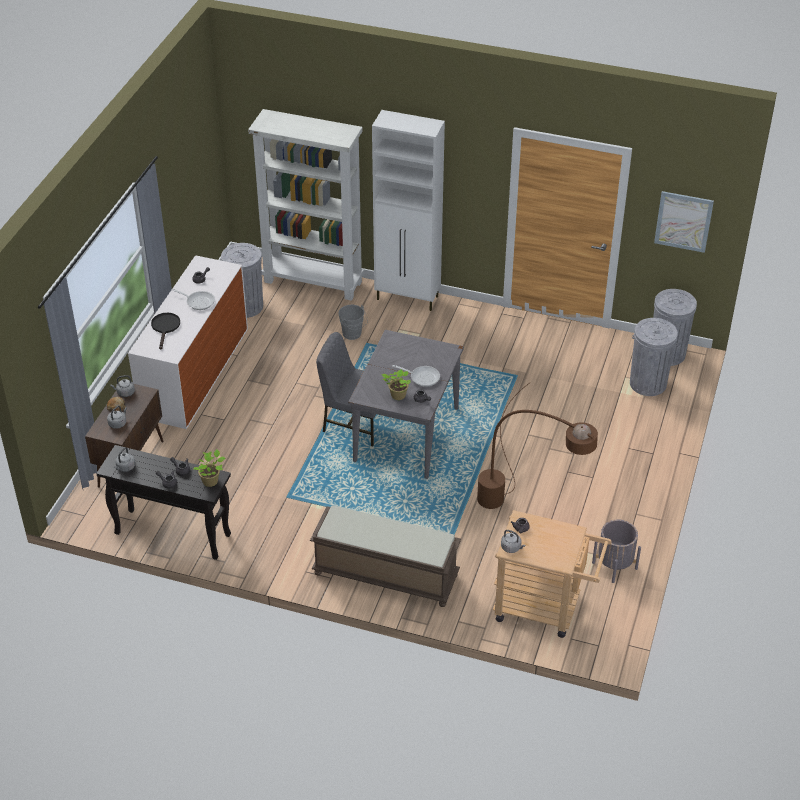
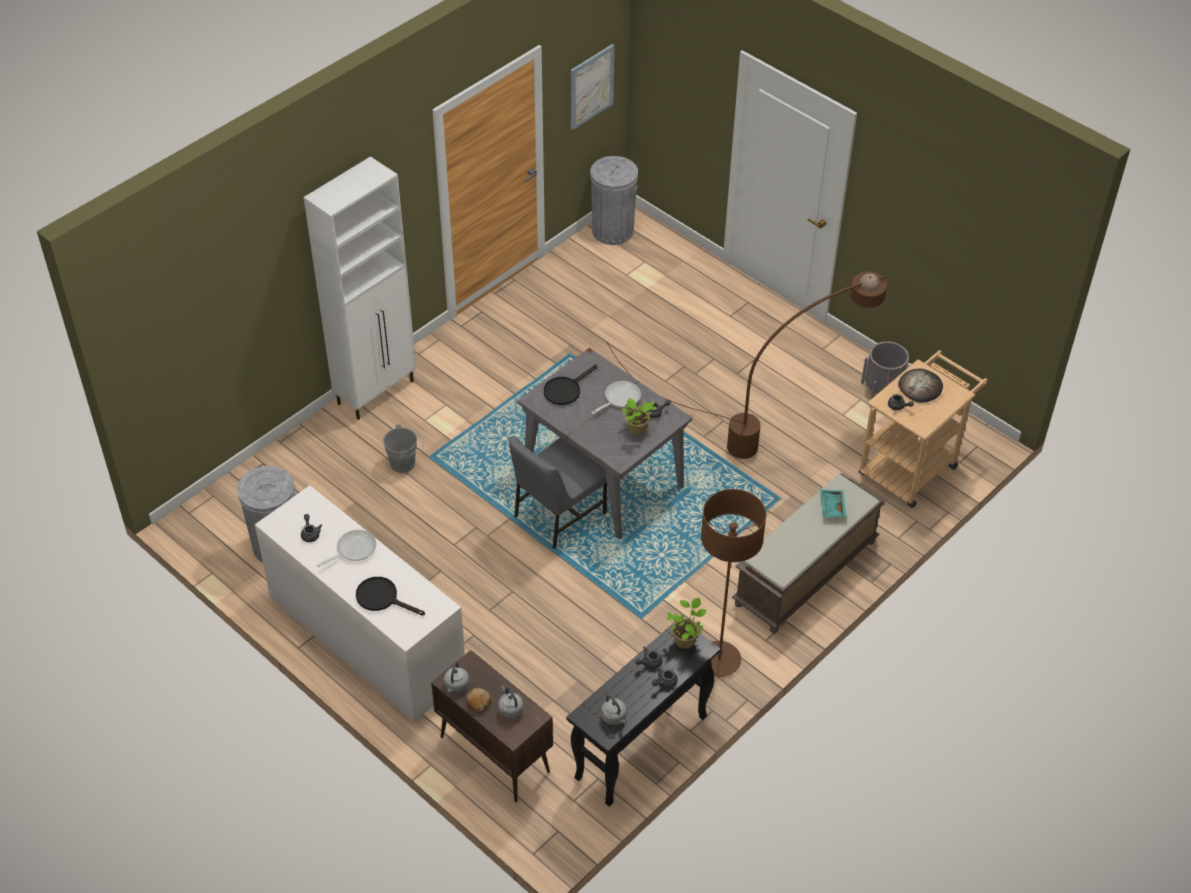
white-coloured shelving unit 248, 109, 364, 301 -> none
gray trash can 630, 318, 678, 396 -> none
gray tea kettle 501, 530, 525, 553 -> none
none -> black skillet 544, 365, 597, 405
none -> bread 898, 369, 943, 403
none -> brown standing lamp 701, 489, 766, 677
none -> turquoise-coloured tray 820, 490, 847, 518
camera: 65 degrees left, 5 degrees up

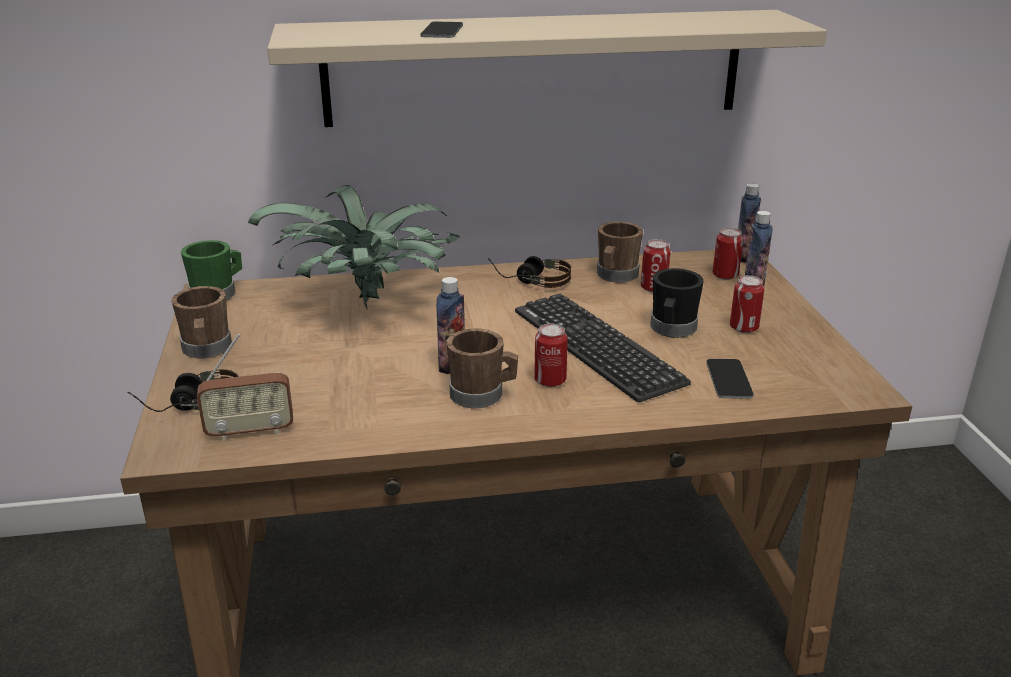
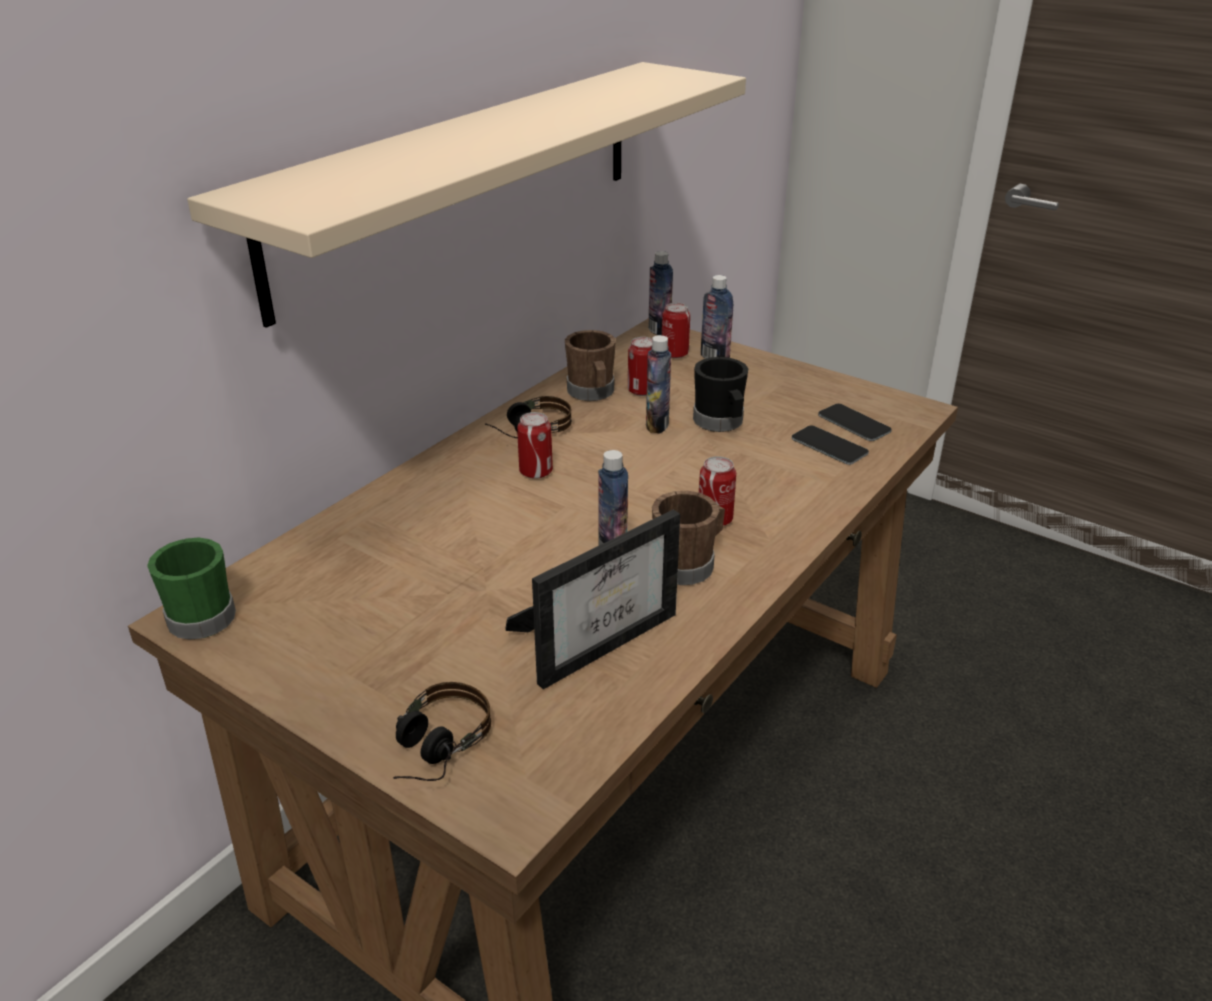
telephone 420, 22, 463, 38 -> telephone 818, 404, 892, 441, shifted
potted plant 248, 185, 460, 310 -> none
sealed can 730, 275, 764, 333 -> sealed can 517, 412, 553, 479, shifted
brown coffee mug 171, 286, 232, 358 -> none
computer keyboard 515, 294, 691, 402 -> none
radio 197, 334, 293, 441 -> none
none -> drink bottle 646, 335, 671, 433
none -> photo frame 505, 510, 680, 689
camera: 45 degrees left, 5 degrees up

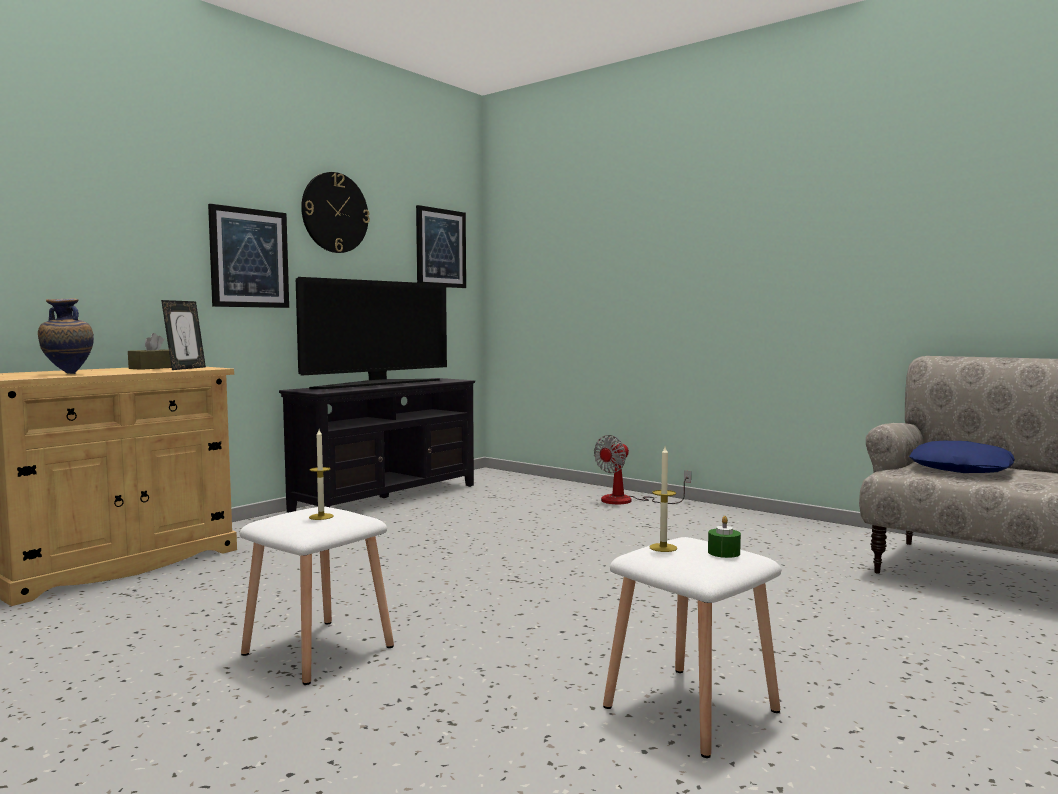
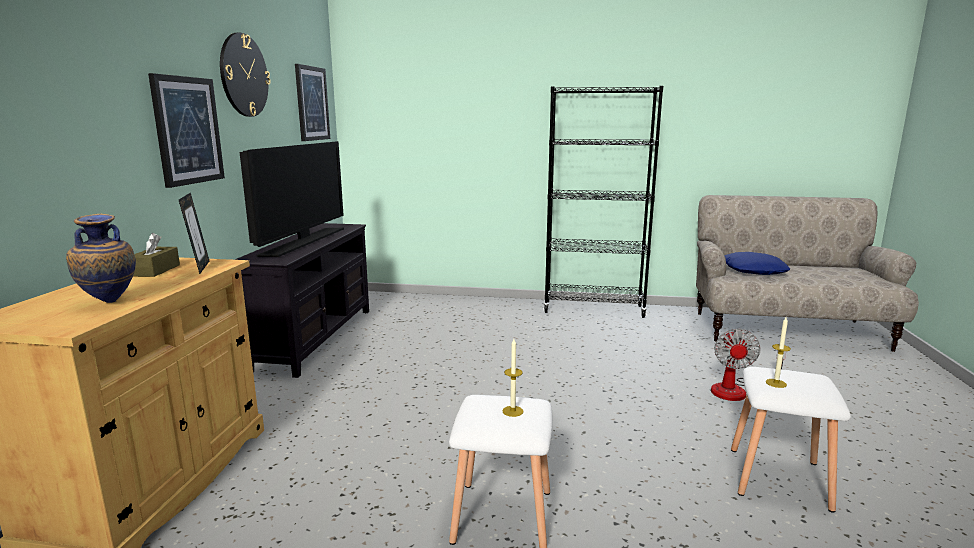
electric fan 594, 435, 691, 504 -> electric fan 711, 329, 786, 401, shifted
greenish wax light 708, 516, 741, 558 -> none
none -> black shelving unit 543, 86, 663, 318
camera: 30 degrees left, 10 degrees up

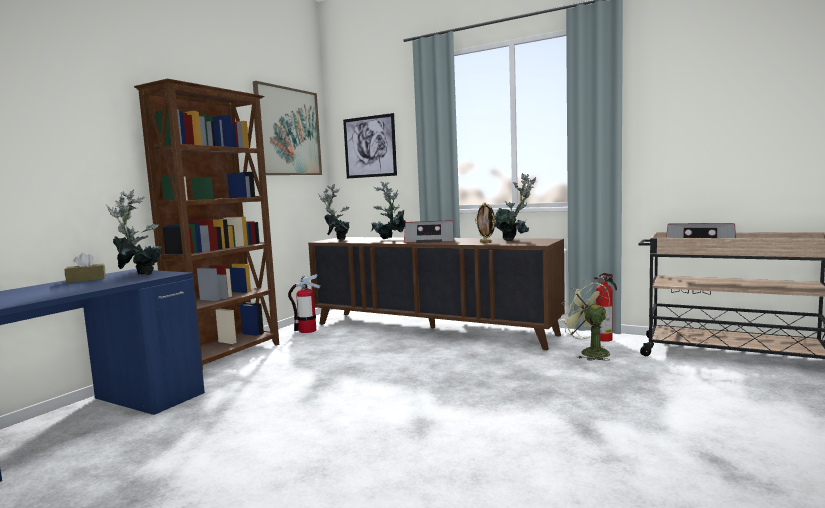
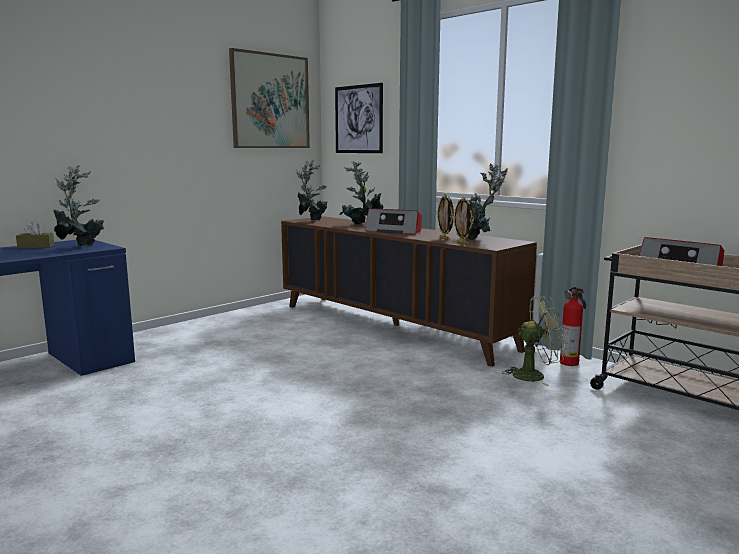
brown shelving unit 134, 78, 279, 371 -> none
extinguisher 288, 274, 320, 333 -> none
greenish electric fan 560, 280, 610, 361 -> greenish electric fan 502, 296, 565, 386, 105 degrees clockwise
none -> photo frame 453, 197, 474, 245
camera: 15 degrees right, 5 degrees up

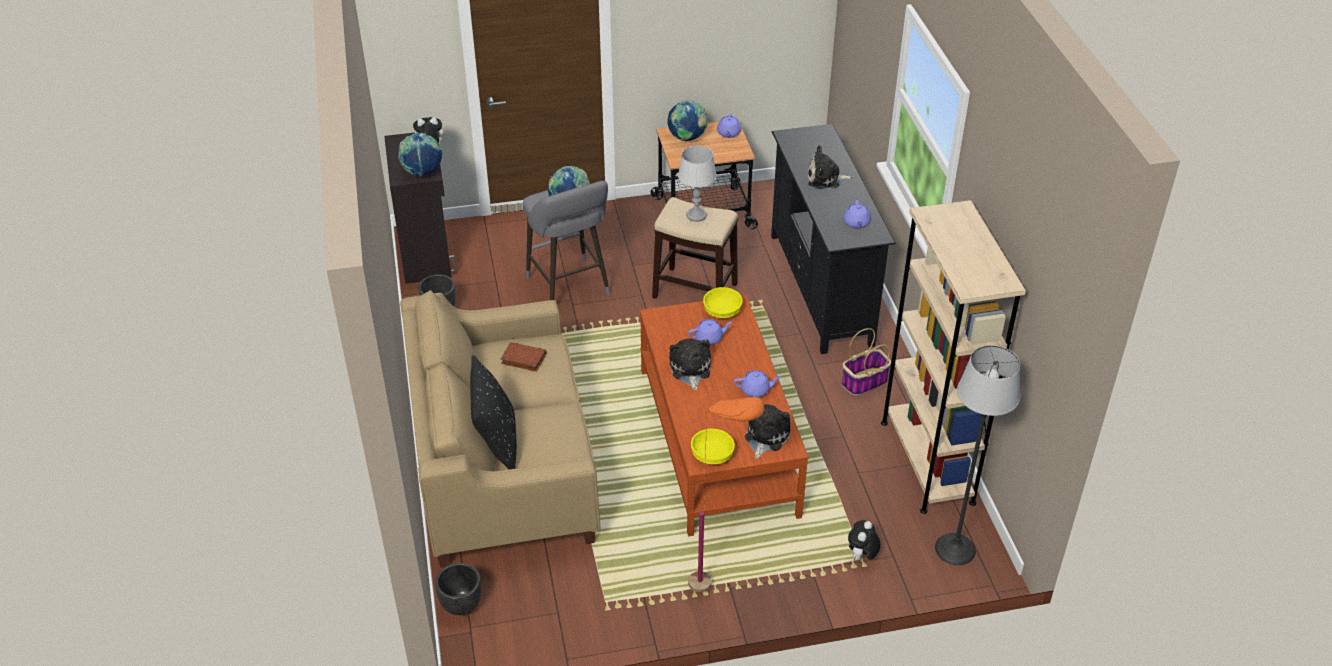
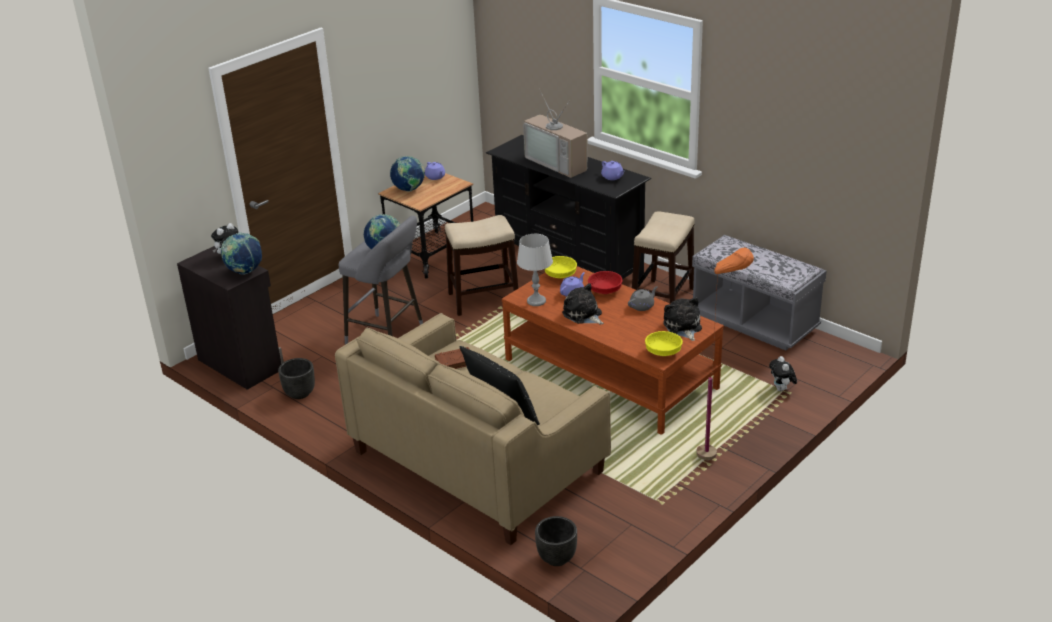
soft toy 808, 145, 853, 189 -> TV set 523, 88, 588, 178
gray lamp for a table 678, 146, 717, 222 -> gray lamp for a table 517, 234, 553, 306, shifted
sand-coloured shelving unit 881, 200, 1026, 514 -> gray indoor bench 692, 235, 827, 351
storage basket 841, 328, 891, 396 -> stool 632, 211, 695, 304
standing lamp 935, 345, 1020, 565 -> none
purple pot for tea 734, 370, 781, 397 -> gray pot for tea 628, 287, 657, 311
none -> red-coloured serving bowl 588, 271, 622, 294
camera: 35 degrees left, 10 degrees down

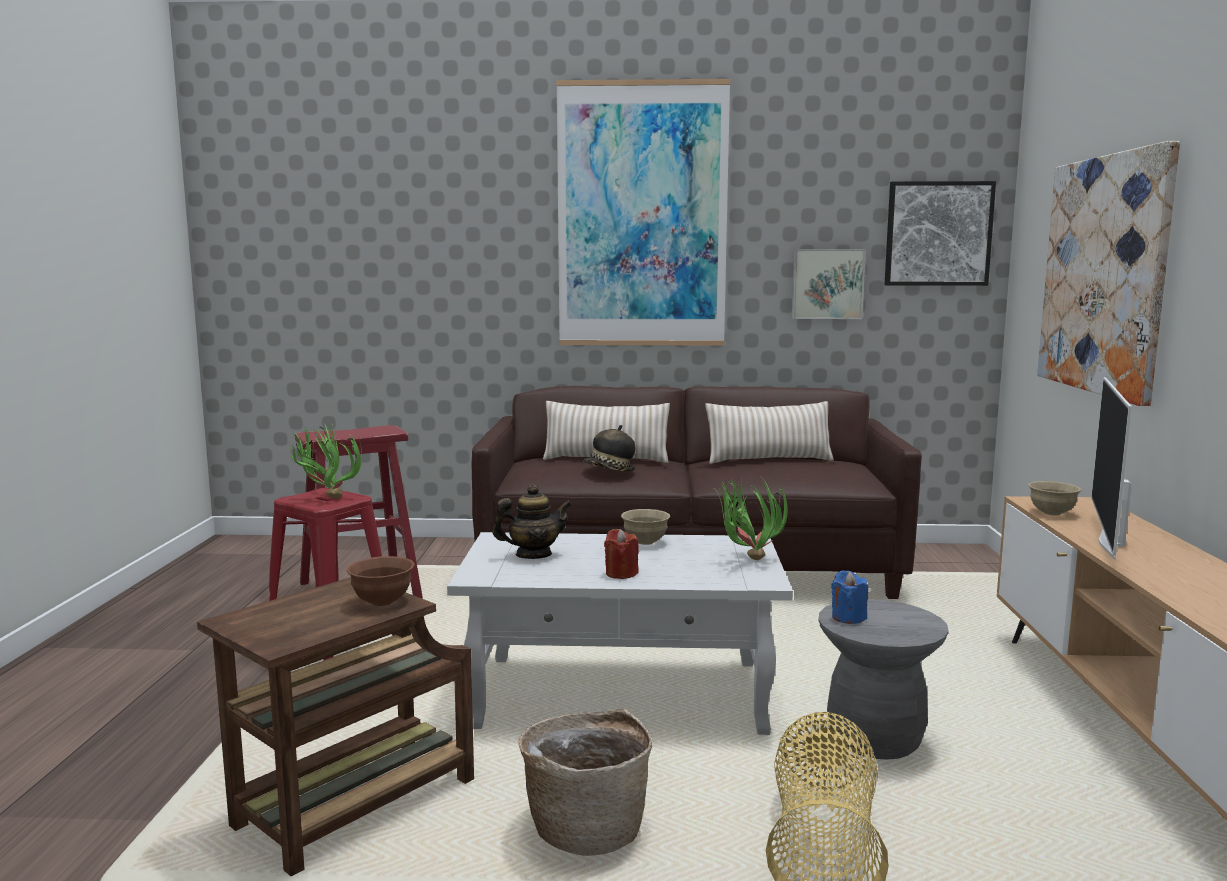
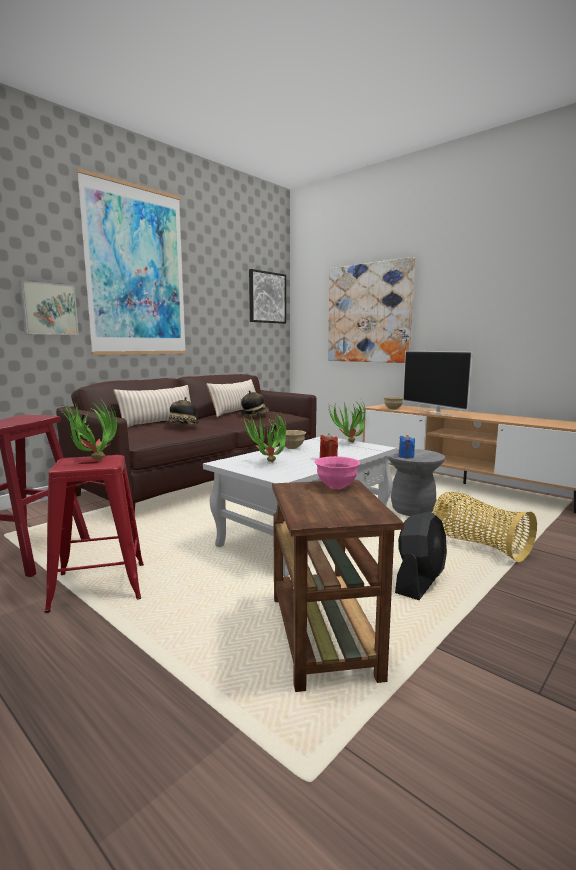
wall picture 792, 249, 866, 319 -> wall picture 19, 281, 79, 335, shifted
pot for tea 492, 484, 572, 559 -> potted plant 241, 413, 286, 462
brown serving bowl 346, 556, 415, 606 -> pink-coloured serving bowl 315, 456, 360, 489
storage basket 518, 709, 652, 856 -> black electric fan 395, 511, 447, 600
none -> wearable hat 241, 390, 269, 416
camera: 50 degrees left, 0 degrees up

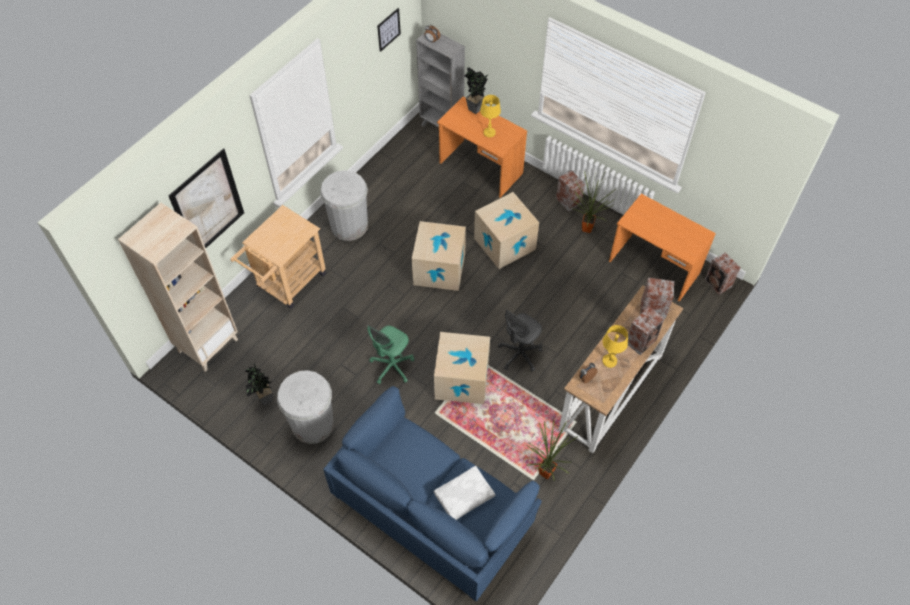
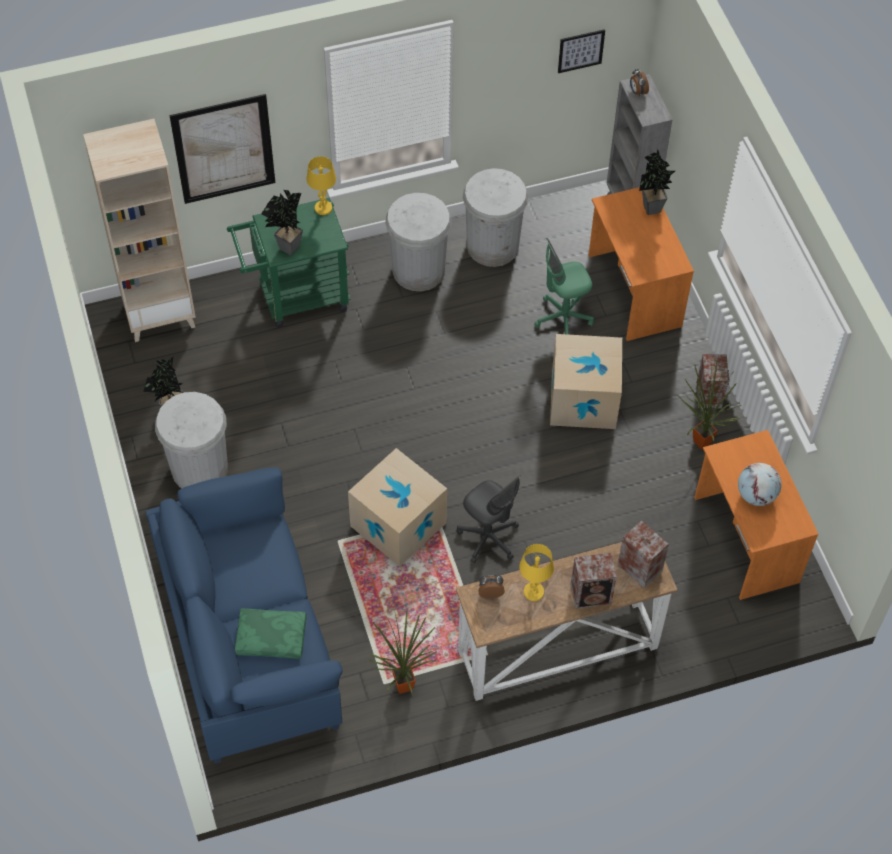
yellow lamp for a table 480, 95, 501, 137 -> yellow lamp for a table 307, 156, 336, 215, shifted
sand-coloured cart 231, 205, 326, 309 -> greenish cart 227, 198, 351, 328
packing box 412, 221, 466, 291 -> none
speaker 704, 252, 741, 295 -> none
gray desk chair 498, 309, 542, 371 -> gray desk chair 457, 475, 521, 563, 120 degrees counterclockwise
greenish desk chair 367, 324, 414, 384 -> greenish desk chair 534, 238, 594, 335, shifted
white-coloured cushion 433, 466, 496, 520 -> greenish cushion 235, 608, 307, 659
none -> white-coloured trash can 463, 168, 528, 267
none -> potted plant 261, 190, 303, 255
none -> world globe 738, 463, 782, 506
camera: 35 degrees right, 0 degrees up

